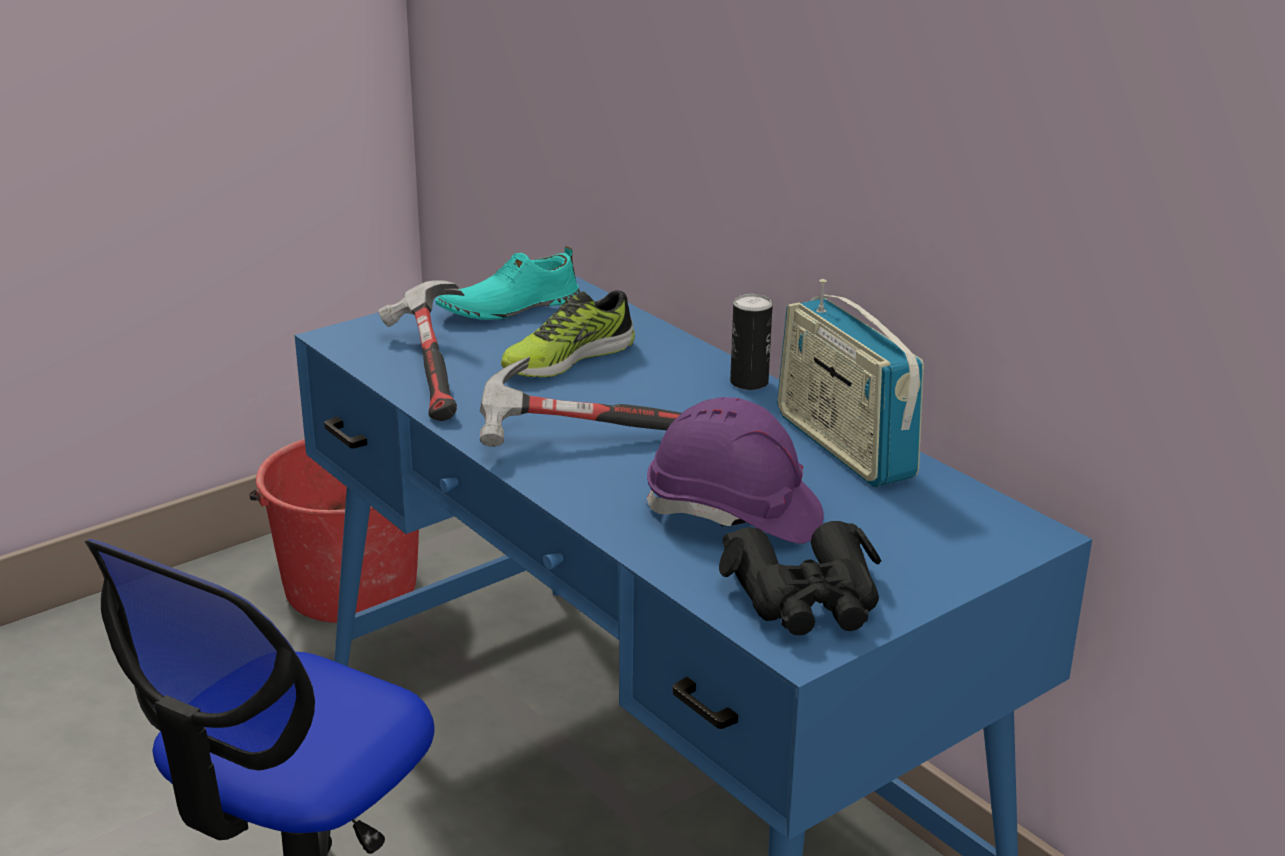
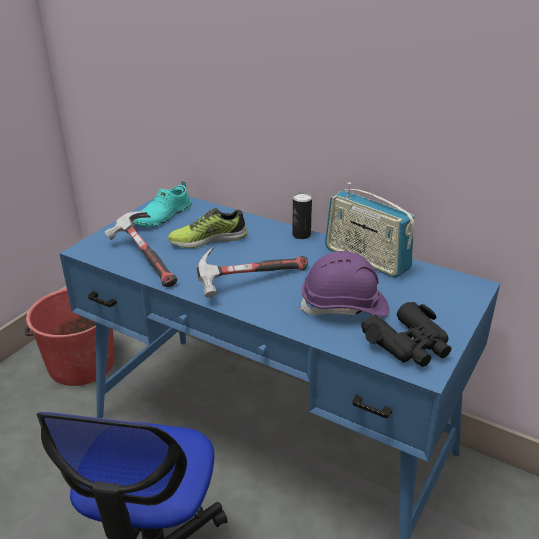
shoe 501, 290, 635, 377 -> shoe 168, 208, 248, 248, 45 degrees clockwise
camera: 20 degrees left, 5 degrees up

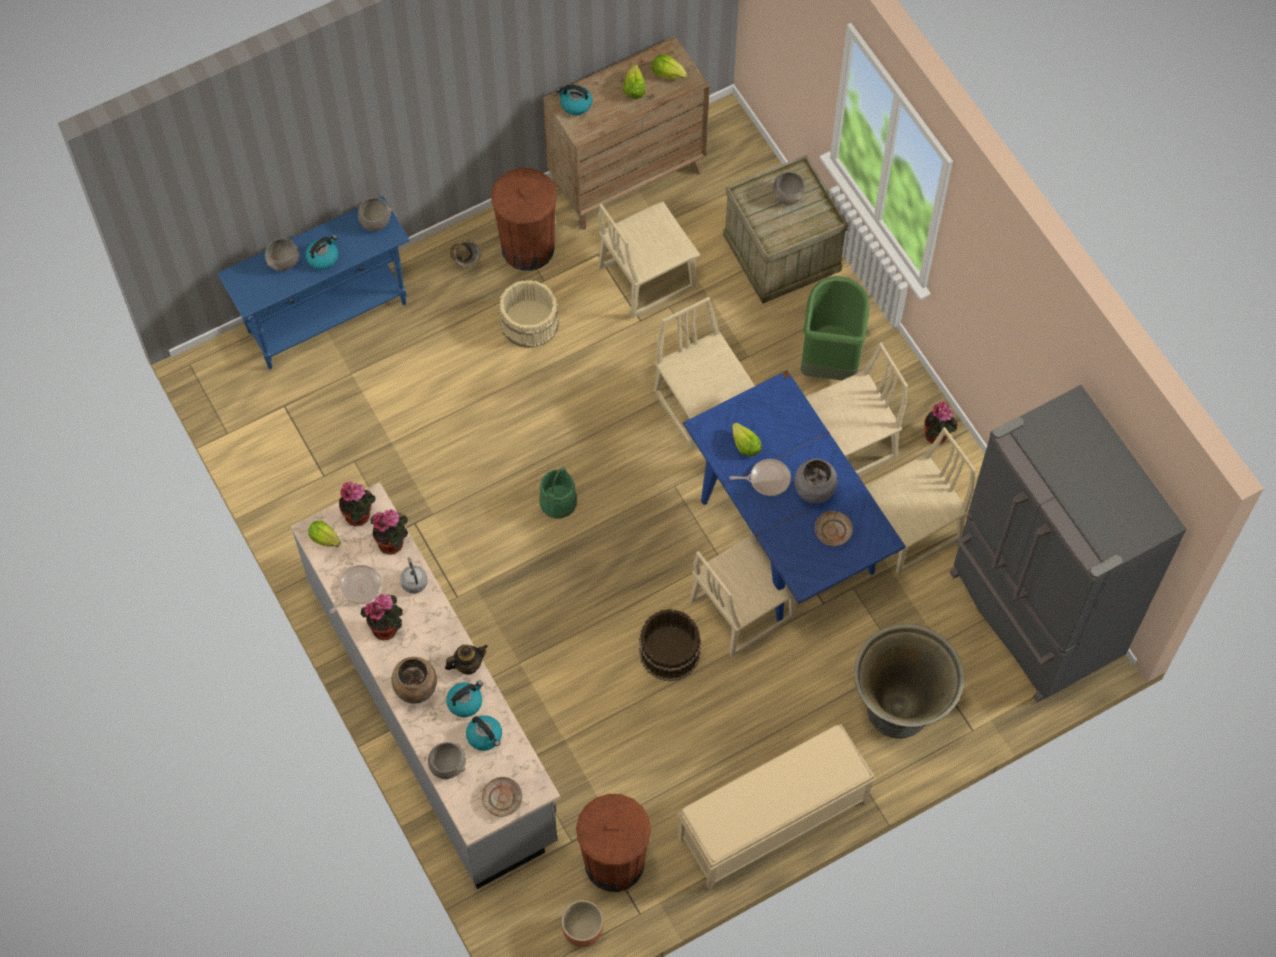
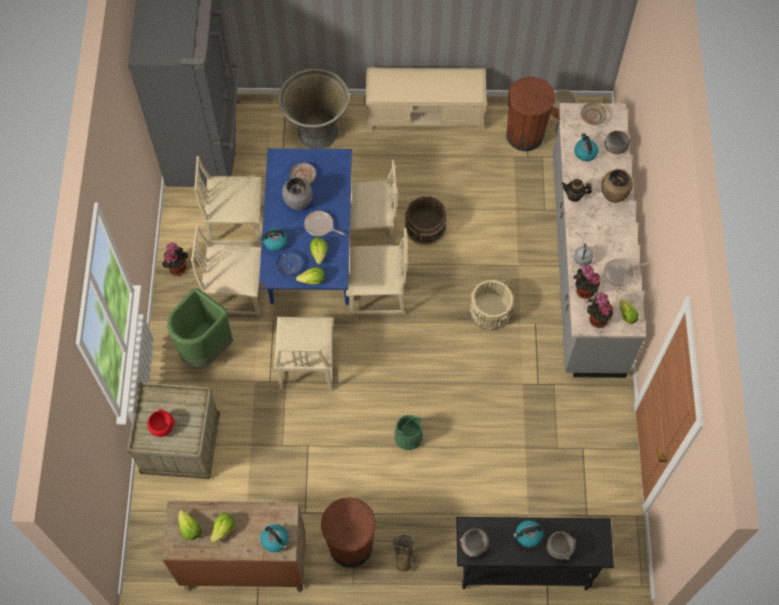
gray serving bowl 773, 172, 805, 205 -> red-coloured serving bowl 147, 409, 175, 437
bluish hall table 217, 196, 410, 369 -> black hall table 457, 517, 614, 590
sand-coloured plain chair 598, 202, 700, 318 -> sand-coloured plain chair 346, 227, 407, 315, shifted
sand-coloured water bucket 499, 280, 559, 348 -> sand-coloured water bucket 469, 280, 514, 330, shifted
greenish water bucket 539, 466, 577, 518 -> greenish water bucket 394, 415, 423, 450, shifted
potted plant 361, 594, 403, 640 -> none
tea kettle 446, 681, 483, 717 -> tea kettle 259, 228, 287, 251, shifted
none -> bluish flat dish 275, 251, 303, 276
none -> lettuce head 296, 267, 324, 284
camera: 150 degrees left, 0 degrees up

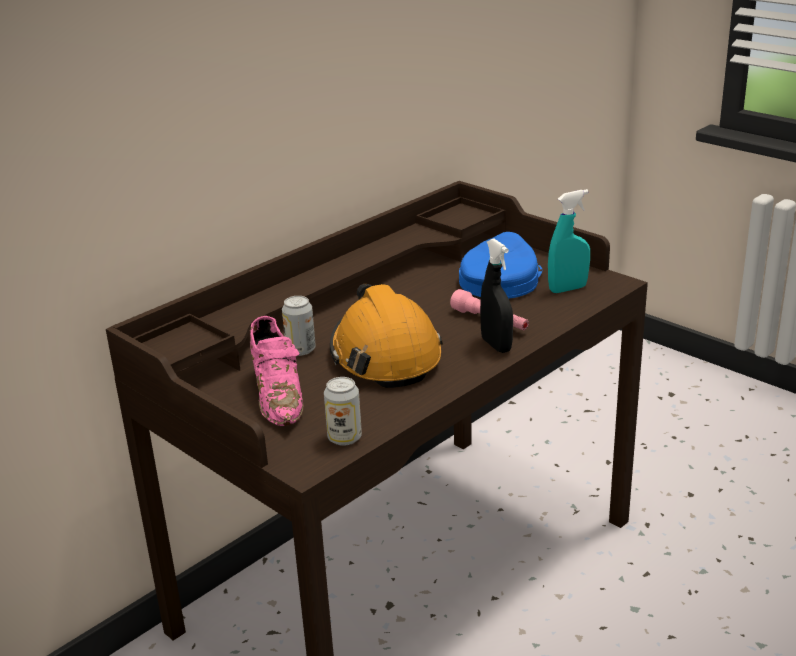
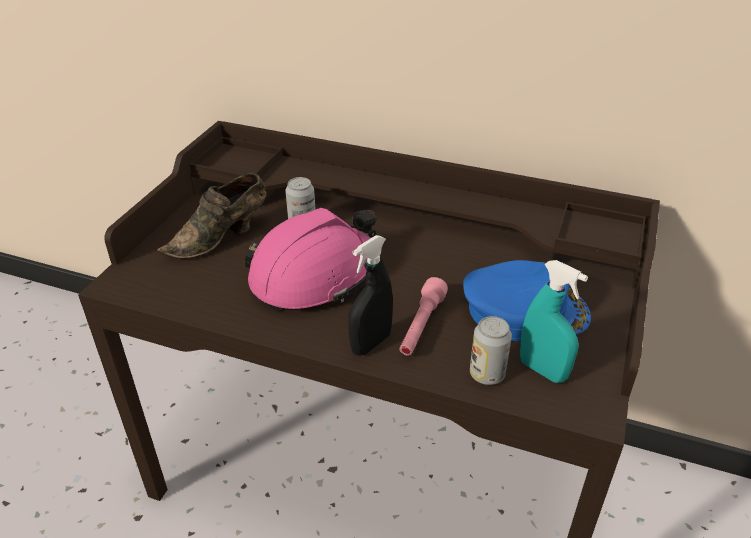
orangey safety helmet 330, 284, 443, 388 -> pink-coloured safety helmet 245, 208, 377, 311
pink-coloured shoe 250, 316, 304, 426 -> brown shoe 157, 173, 267, 259
sealed can 324, 377, 362, 446 -> sealed can 470, 316, 512, 385, shifted
camera: 65 degrees right, 10 degrees up

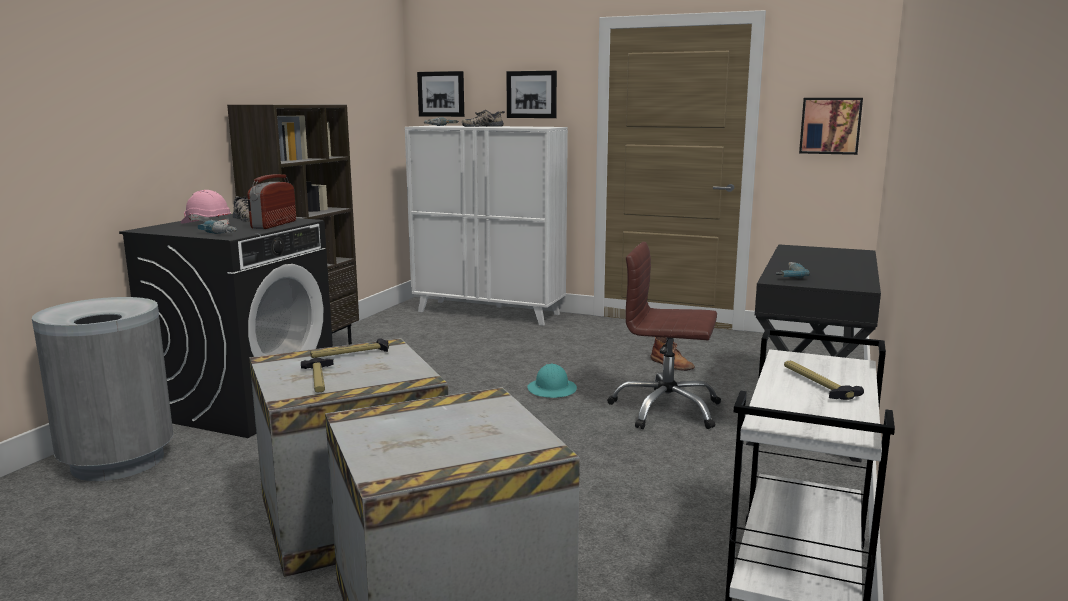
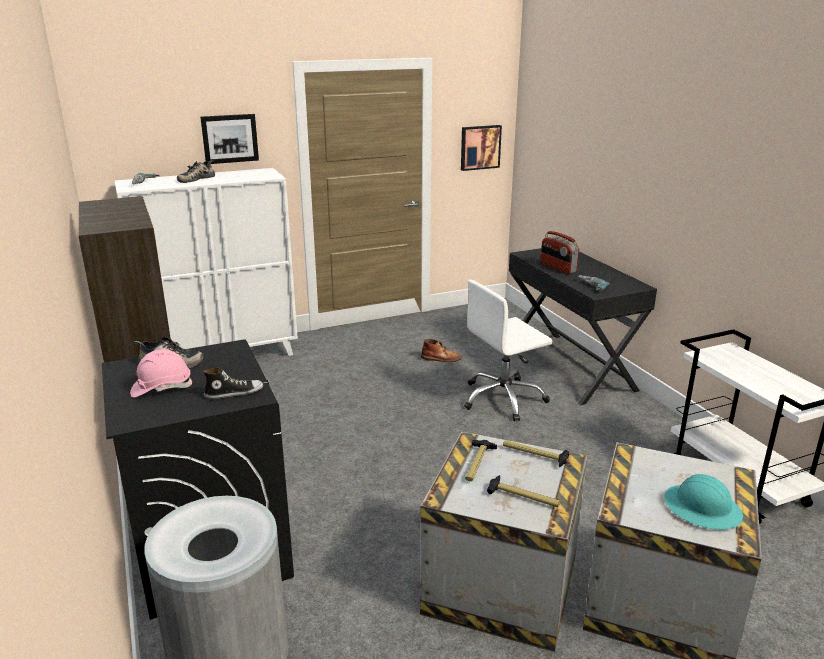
wall picture 417, 71, 464, 117 -> none
radio 248, 174, 296, 229 -> radio 541, 231, 579, 274, shifted
power drill 198, 220, 237, 234 -> shoe 203, 368, 263, 399
brown desk chair 607, 242, 721, 429 -> white-coloured desk chair 464, 279, 552, 421
tool hammer 784, 361, 864, 400 -> tool hammer 503, 440, 569, 467, shifted
turquoise-coloured safety helmet 527, 364, 577, 398 -> turquoise-coloured safety helmet 664, 474, 743, 530, shifted
camera: 45 degrees left, 10 degrees up

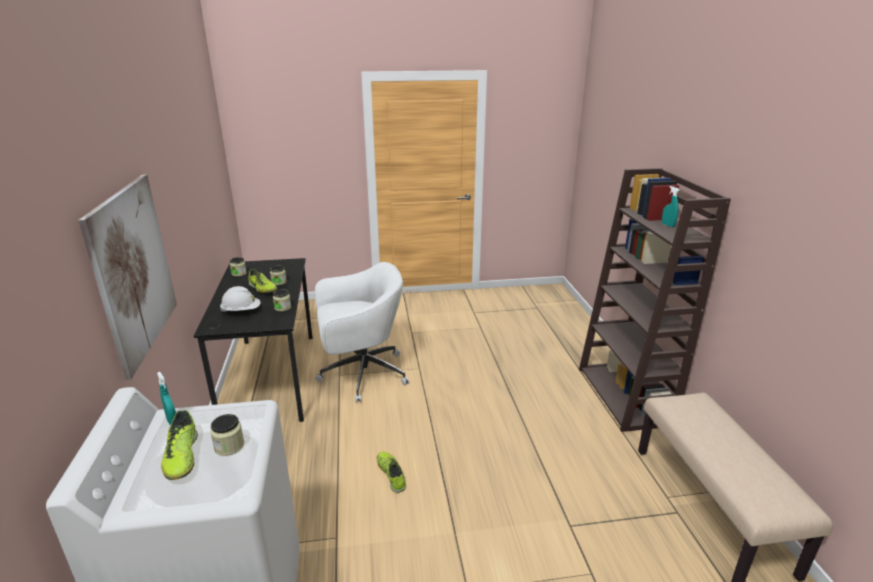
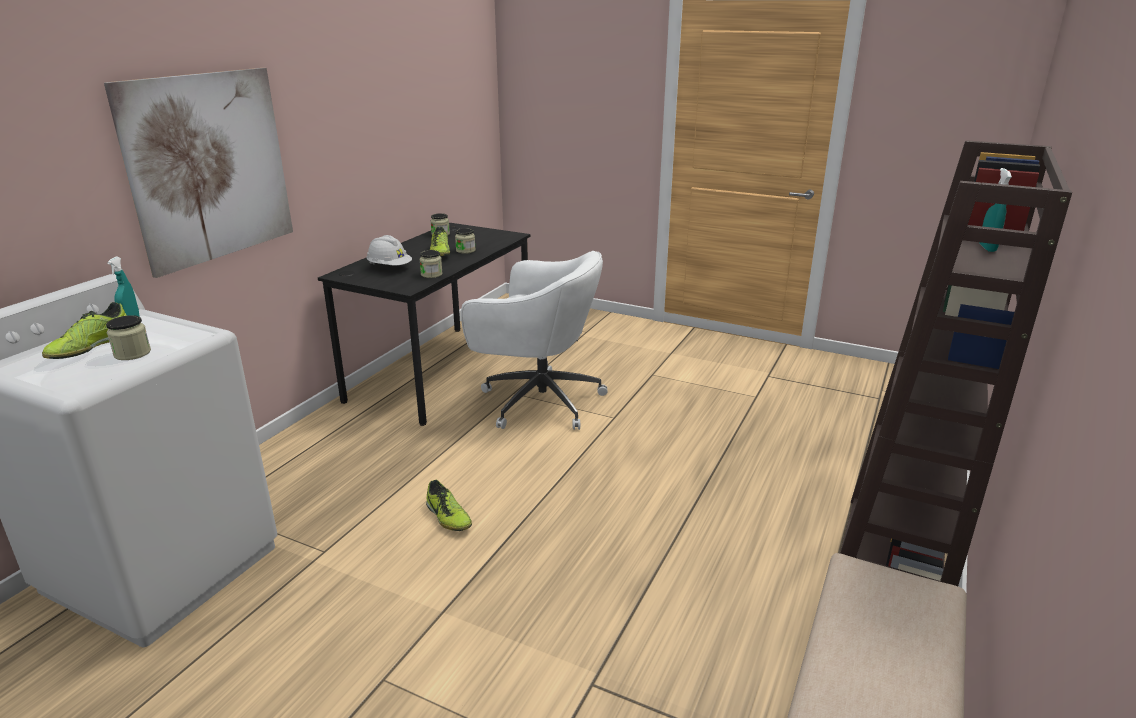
shoe 377, 452, 406, 493 -> shoe 426, 480, 472, 531, 135 degrees clockwise
camera: 35 degrees right, 0 degrees up

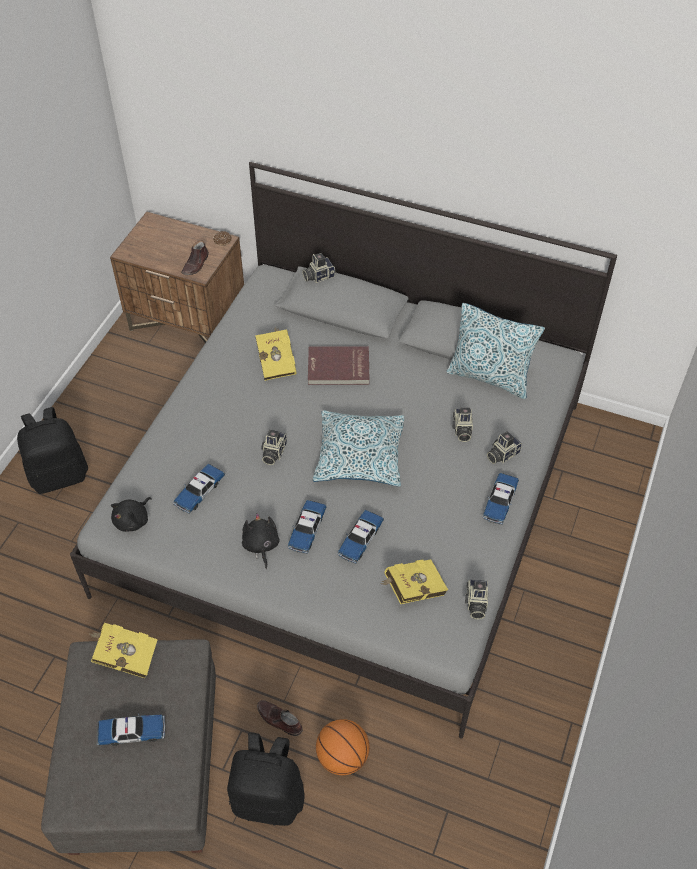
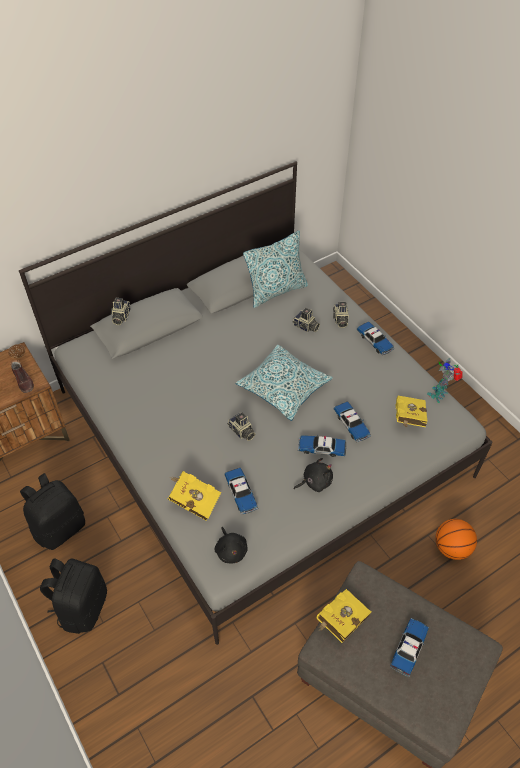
yellow book 255, 327, 297, 381 -> yellow book 168, 471, 221, 520, shifted
red-coloured book 308, 346, 370, 385 -> none
toy car 287, 500, 327, 554 -> toy car 298, 435, 347, 457, 135 degrees clockwise
black soft toy 242, 513, 280, 569 -> black soft toy 293, 458, 333, 492, 135 degrees clockwise
photo camera 465, 580, 488, 619 -> toy robot 427, 358, 462, 403
brown shoe 257, 700, 303, 736 -> none
black backpack 227, 732, 305, 826 -> black backpack 20, 473, 85, 550, shifted
camera: 55 degrees left, 0 degrees up

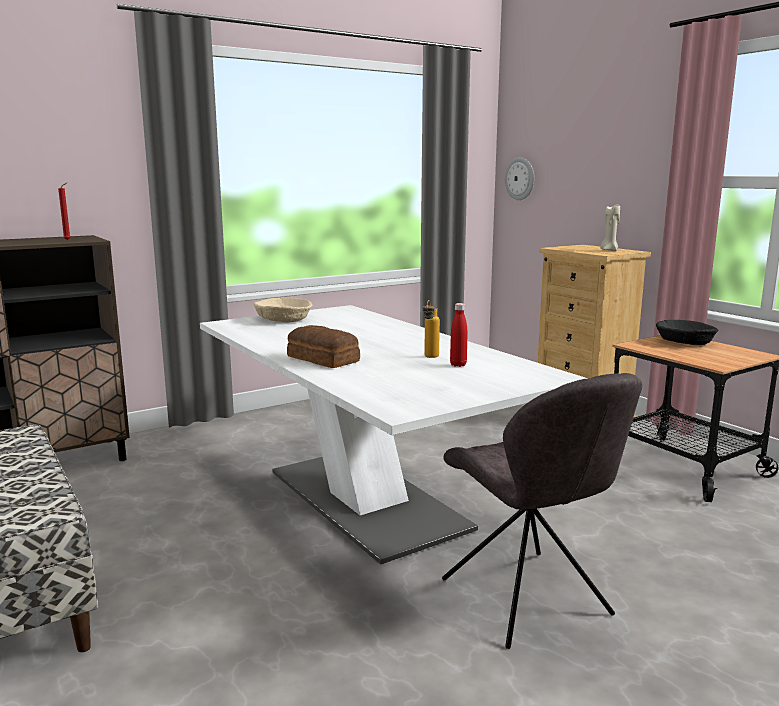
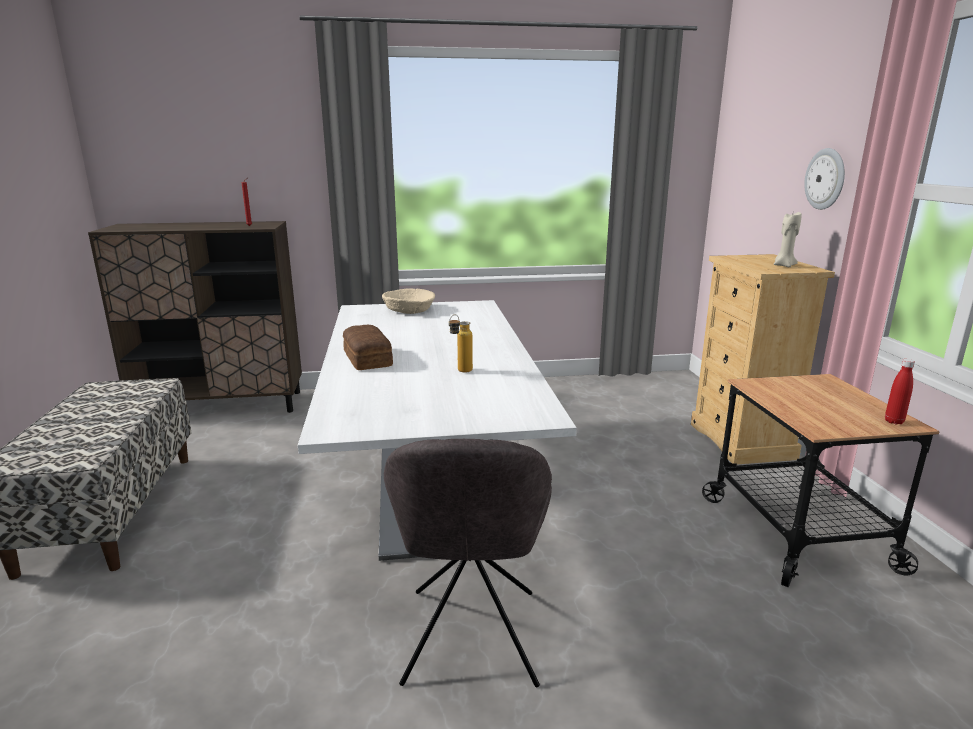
hanging clock 505, 157, 534, 200 -> hanging clock 804, 148, 845, 210, shifted
red-coloured drink bottle 450, 303, 467, 367 -> red-coloured drink bottle 885, 359, 915, 425, shifted
black serving bowl 656, 320, 718, 345 -> none
camera: 25 degrees right, 5 degrees up

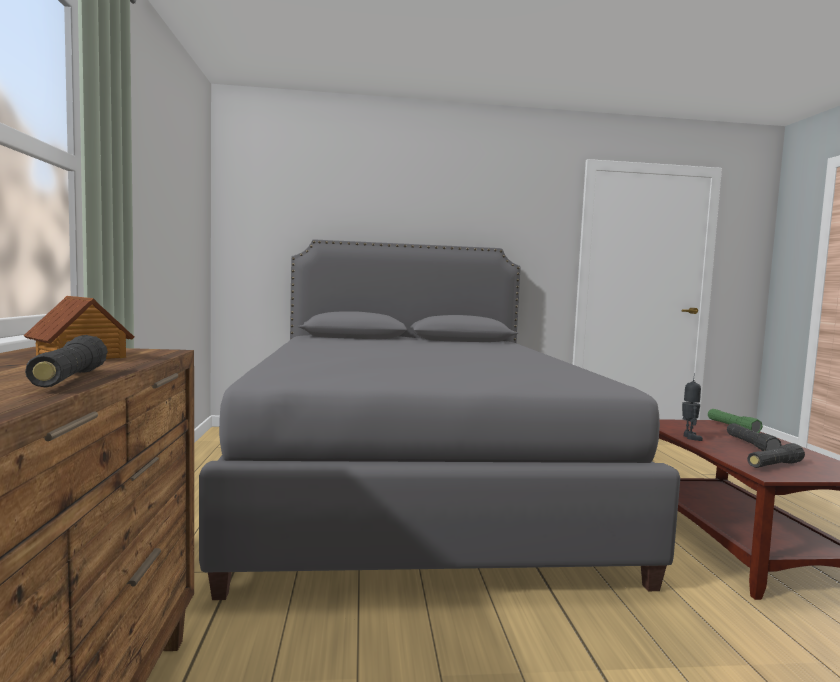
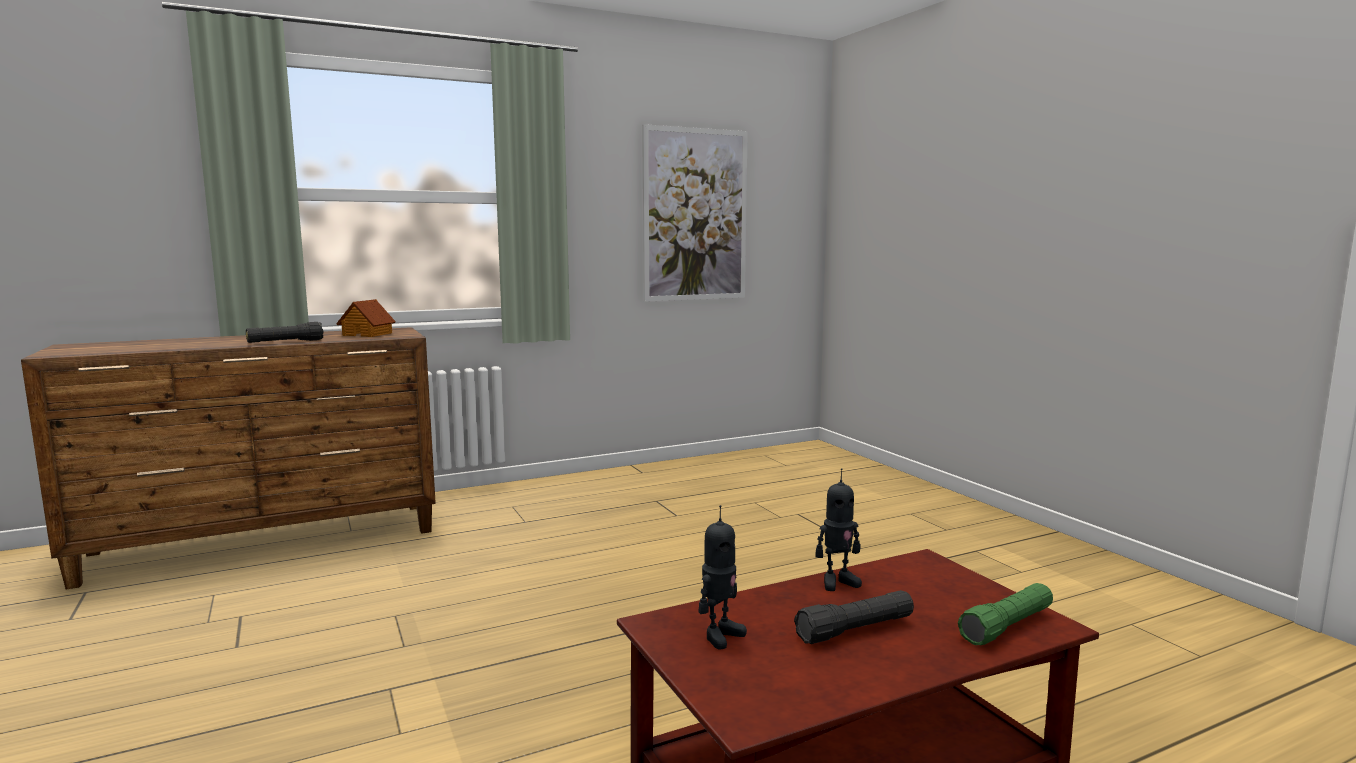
gray sleeping bed 199, 239, 680, 600 -> none
black torch 747, 443, 805, 468 -> toy robot 698, 505, 747, 650
none -> wall picture 642, 124, 748, 302
camera: 70 degrees right, 5 degrees up

